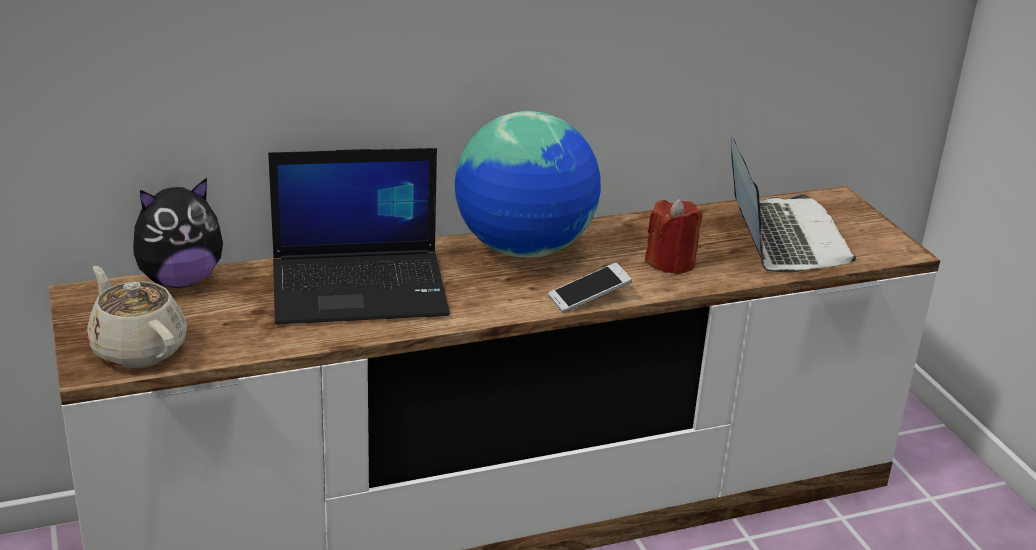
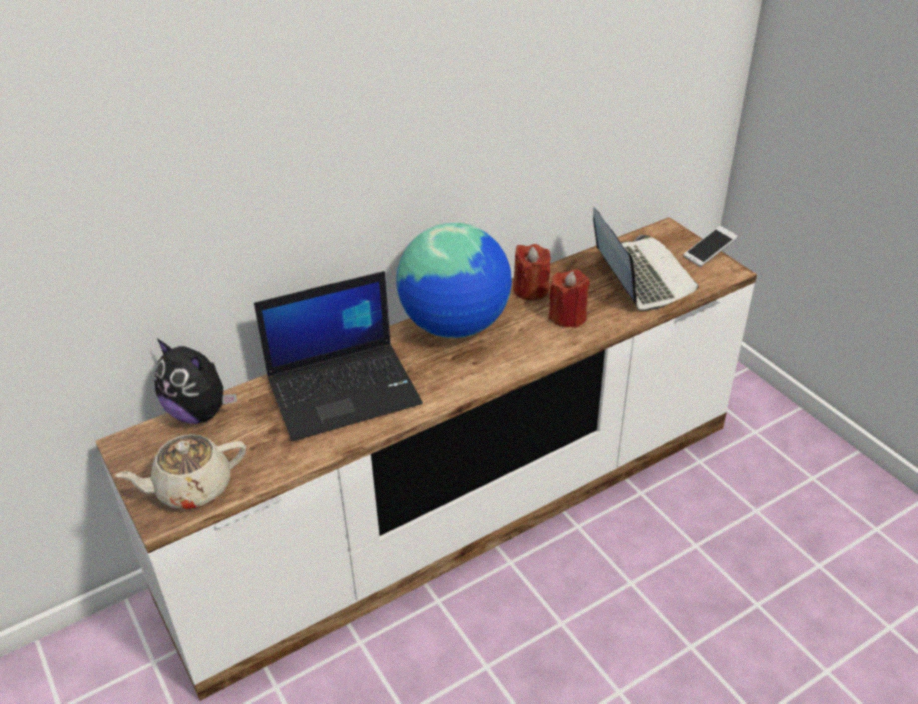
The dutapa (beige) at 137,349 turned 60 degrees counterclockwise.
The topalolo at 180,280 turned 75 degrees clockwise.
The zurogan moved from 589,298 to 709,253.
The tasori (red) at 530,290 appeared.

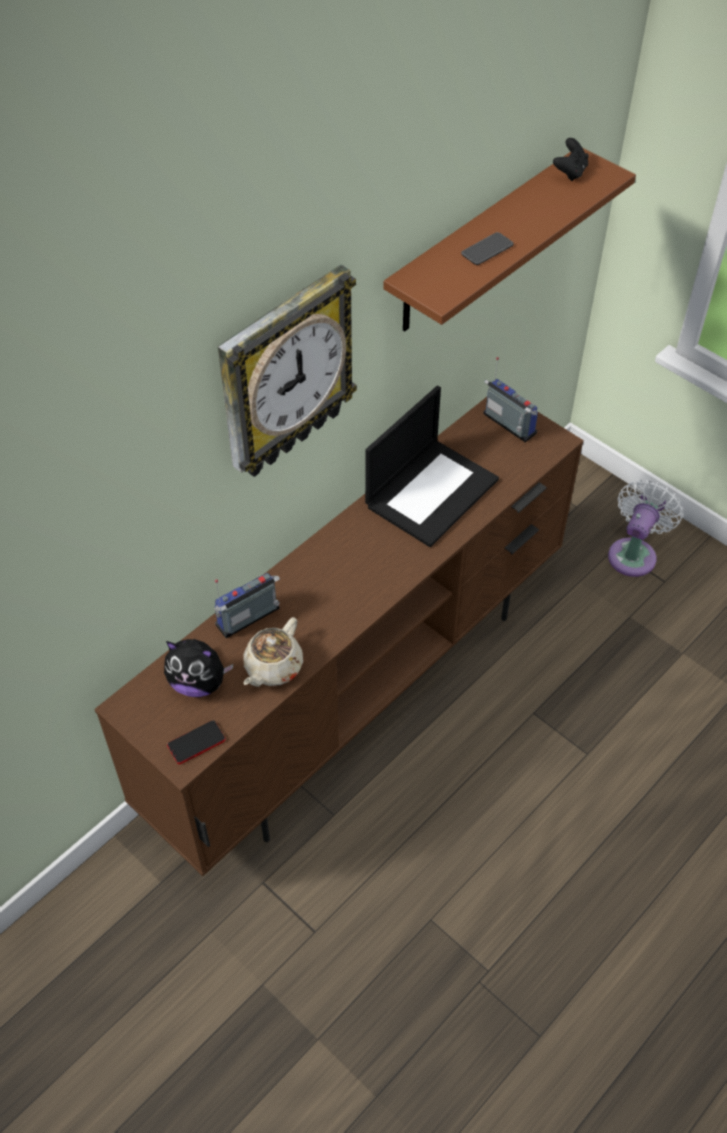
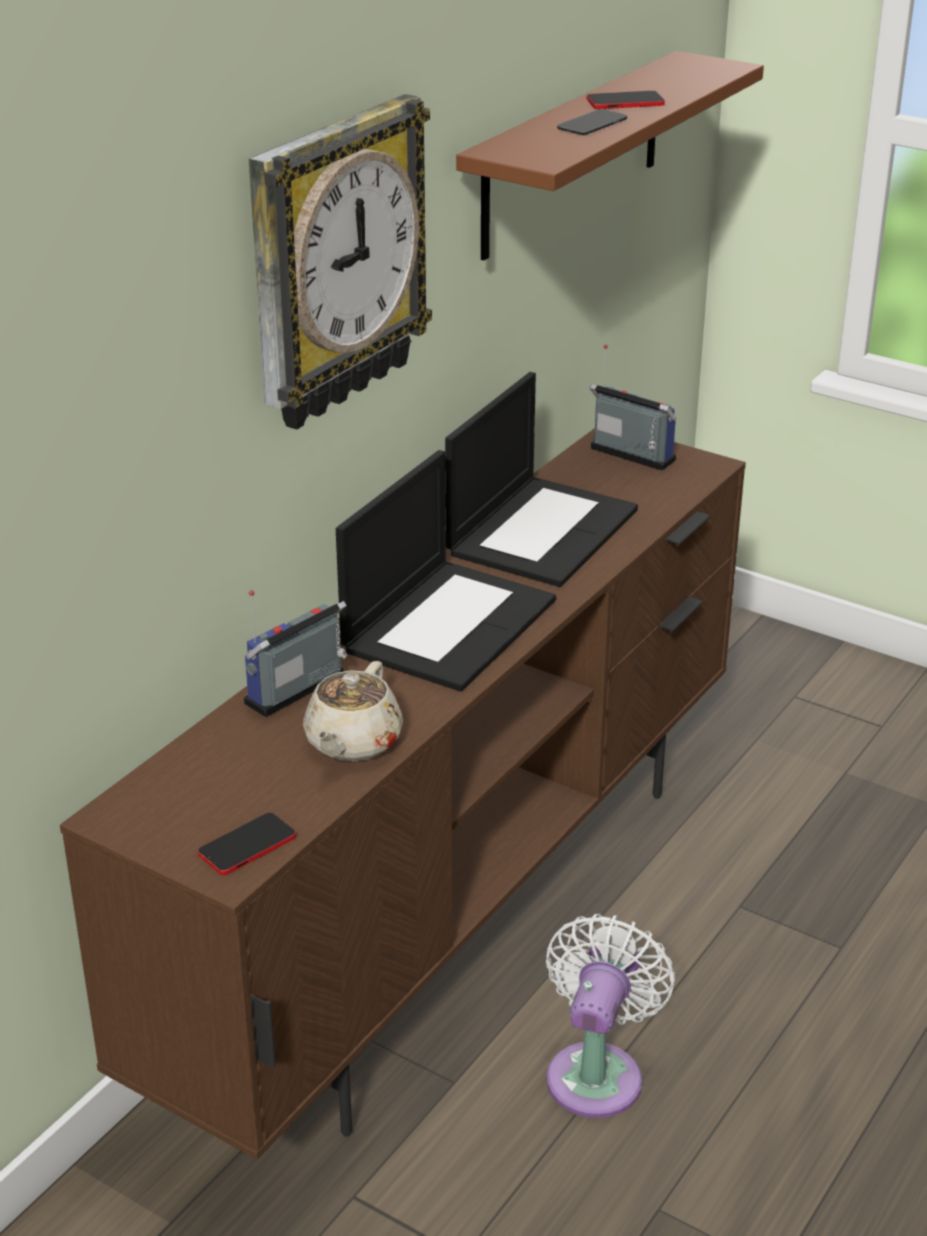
The topalolo at 198,683 disappeared.
The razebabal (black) at 570,172 disappeared.
The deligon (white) moved from 634,553 to 597,1072.
The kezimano at 449,623 appeared.
The zurogan at 625,102 appeared.

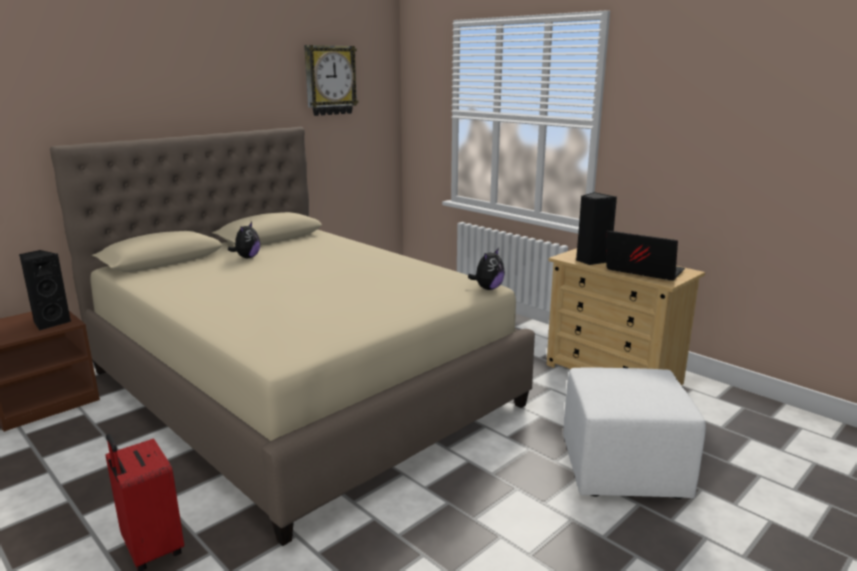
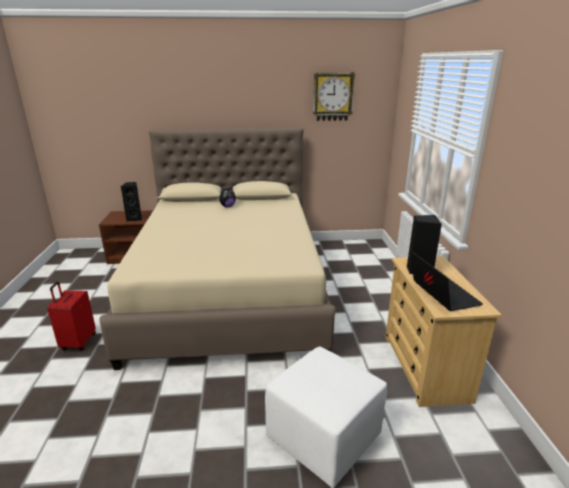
The topalolo at 488,288 disappeared.

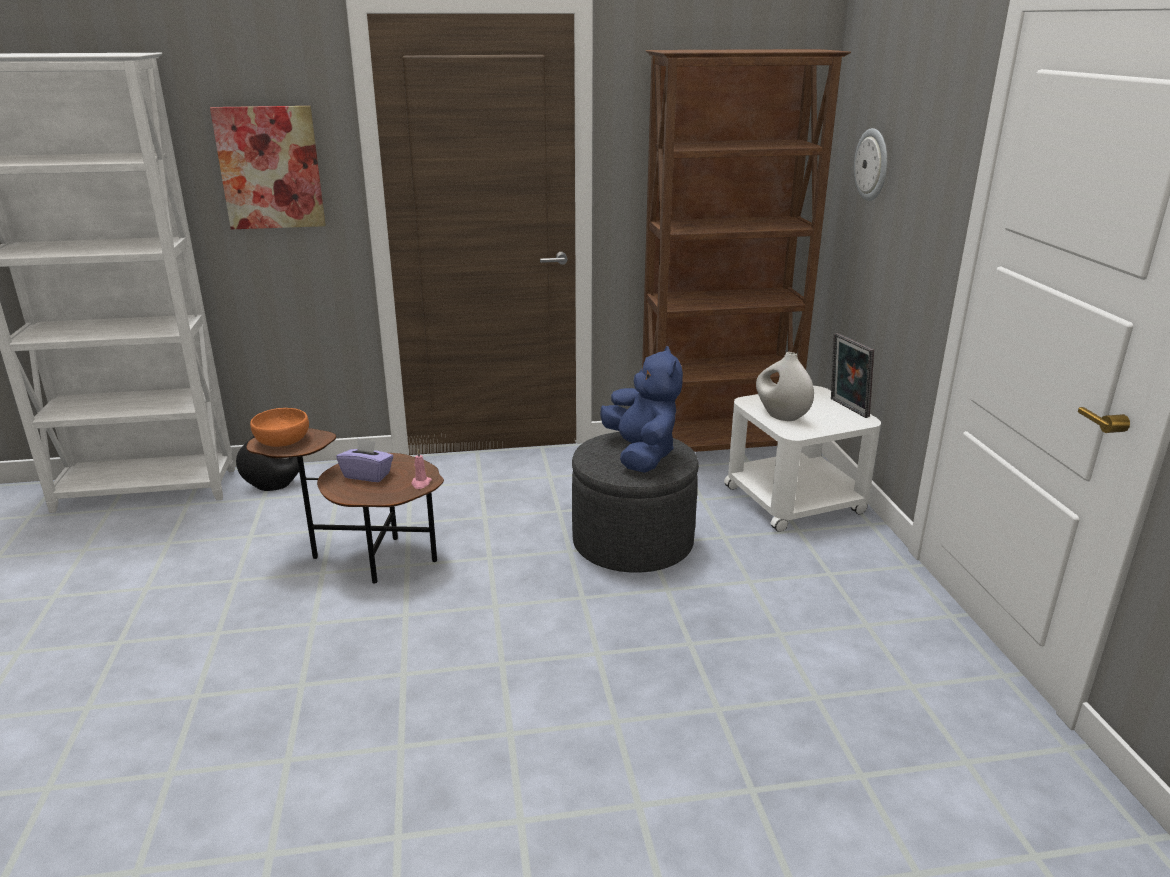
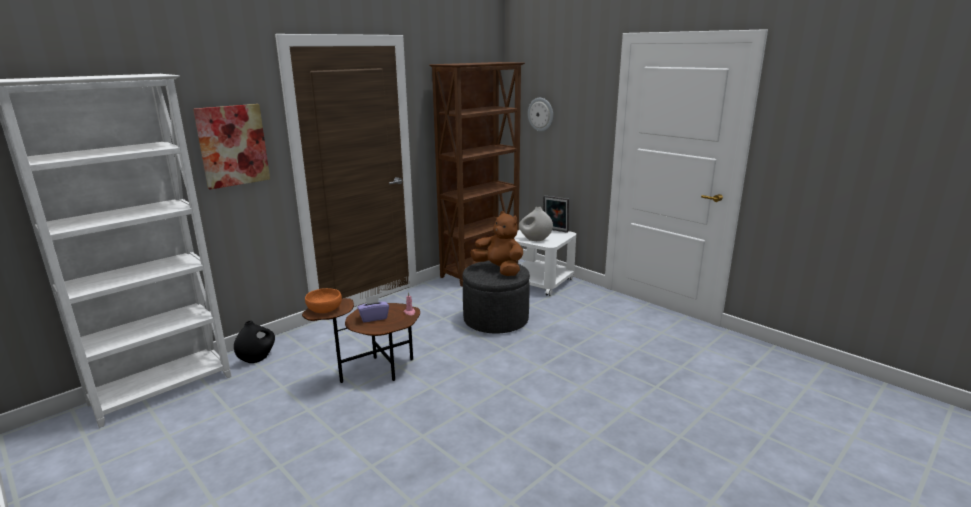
The topalolo (blue) at 641,454 became the topalolo (brown) at 499,269.

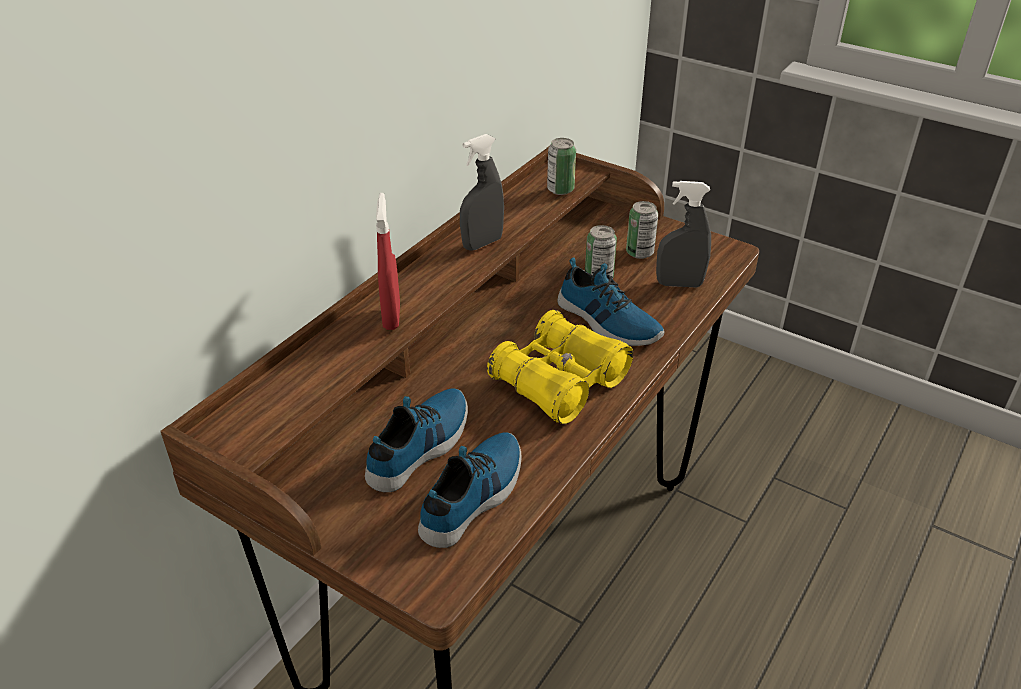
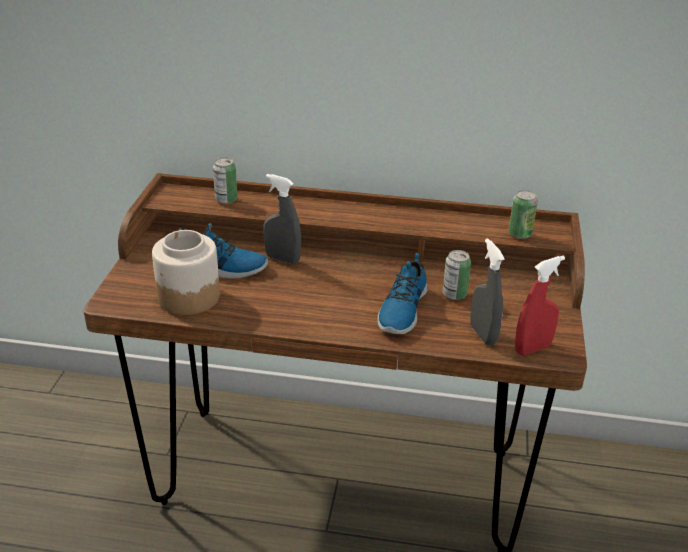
The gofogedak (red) moved from 391,316 to 532,348.
The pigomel at 474,495 was replaced by the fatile at 188,297.
The gofogedak (grey) moved from 482,243 to 282,259.
The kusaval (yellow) at 560,382 disappeared.
The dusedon moved from 639,253 to 226,199.

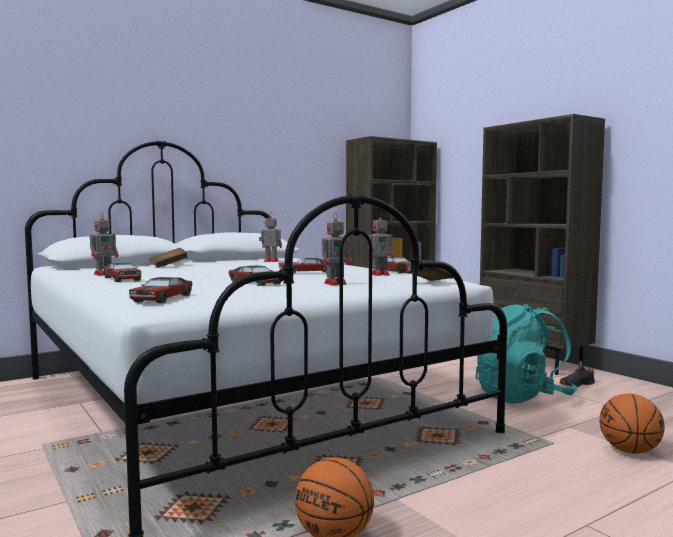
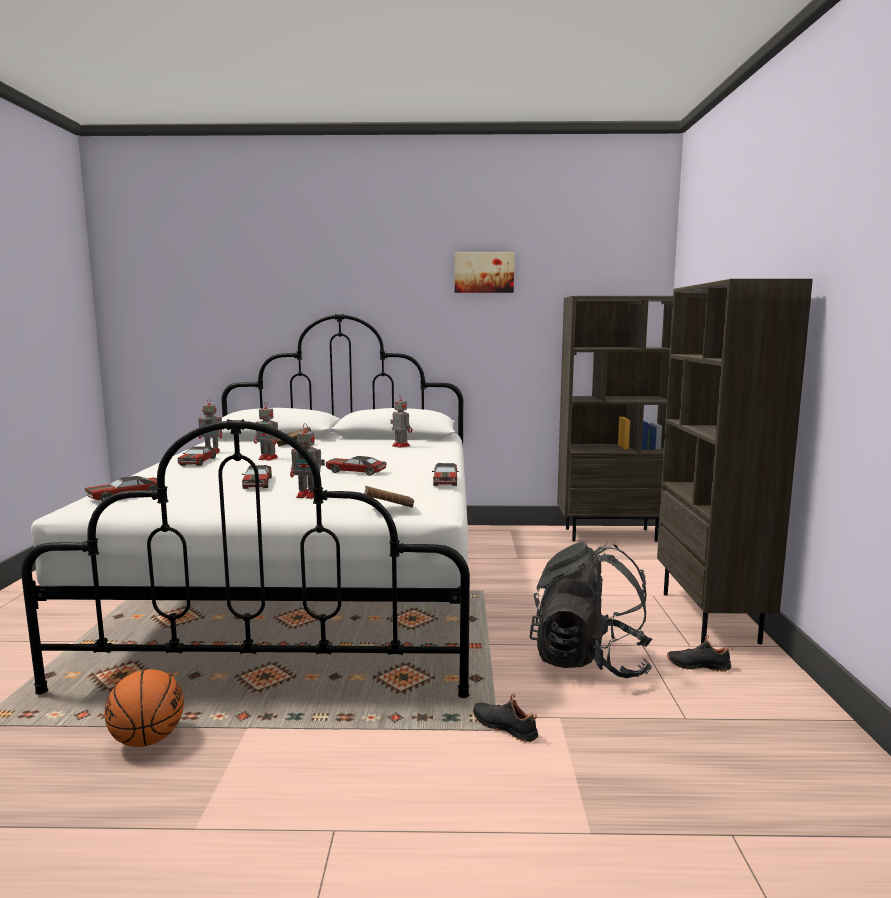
The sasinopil moved from 380,274 to 269,458.
The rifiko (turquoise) at 522,397 became the rifiko (black) at 589,661.
The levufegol at 630,451 disappeared.
The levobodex at 484,272 appeared.
The pigomel (black) at 505,727 appeared.

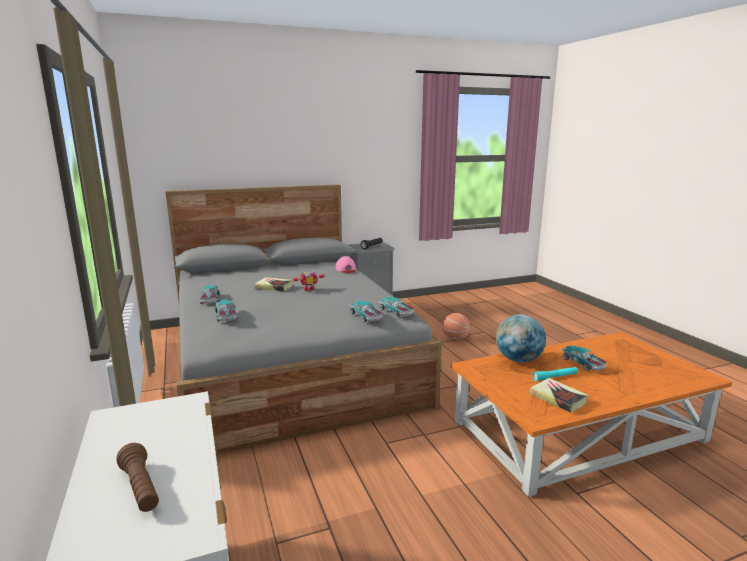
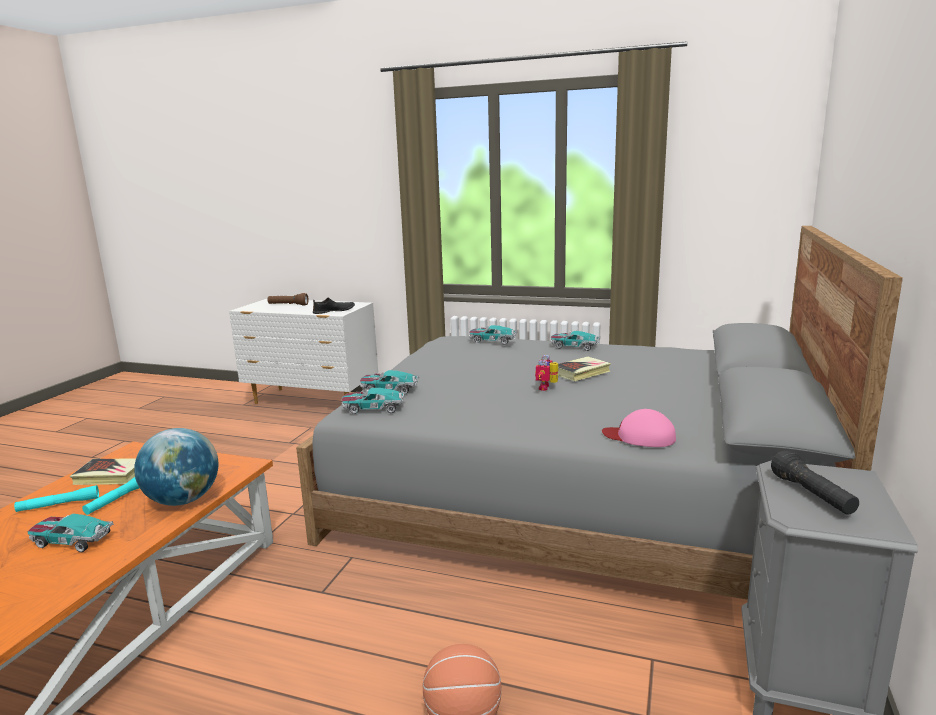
The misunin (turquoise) at 59,505 appeared.
The pigomel (black) at 334,311 appeared.

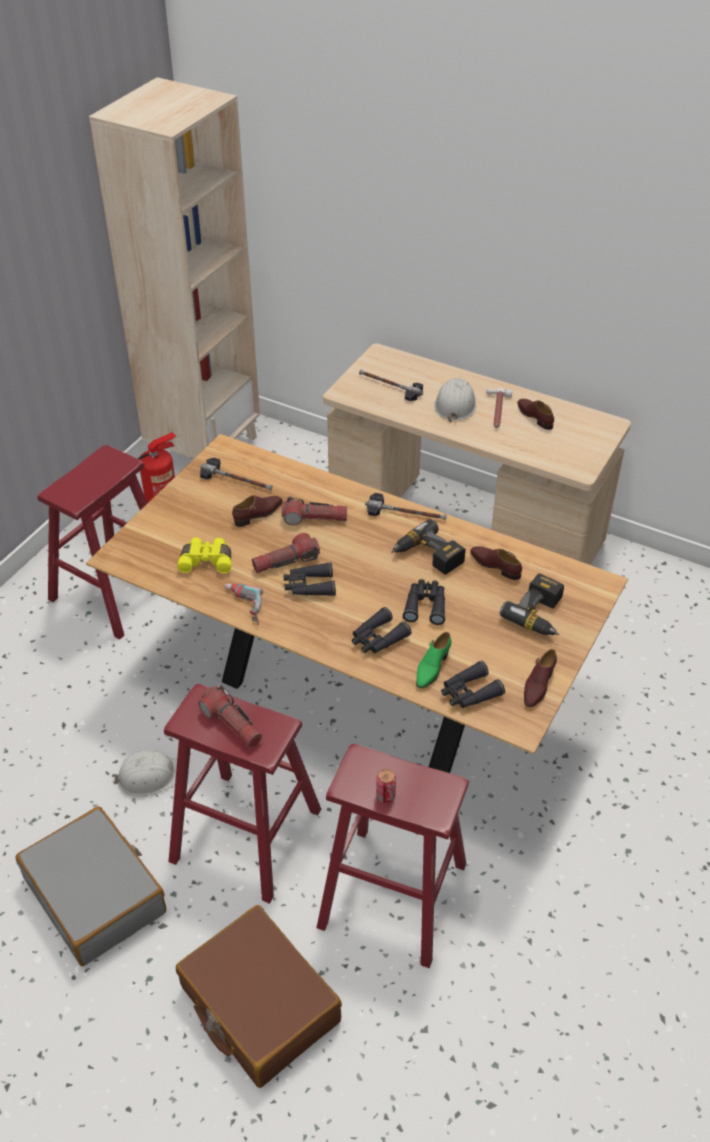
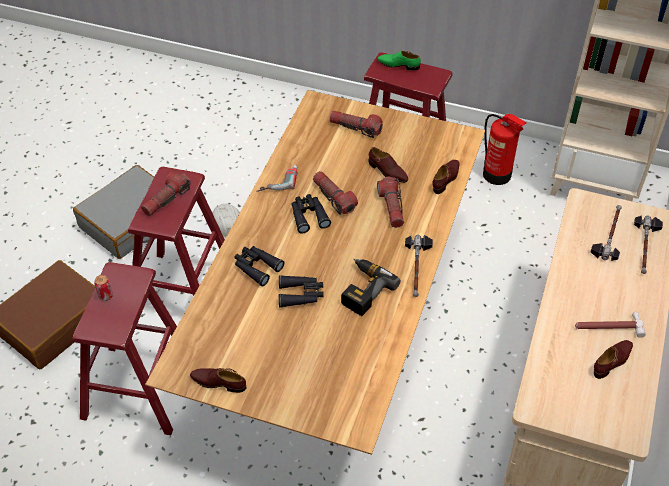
The kusaval (yellow) at 207,560 disappeared.
The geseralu moved from 237,480 to 645,247.
The pigomel (green) moved from 432,667 to 398,65.
The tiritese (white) at 455,404 disappeared.
The kusaval (black) at 469,693 disappeared.
The pigomel (brown) moved from 495,565 to 446,179.
The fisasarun at 540,614 disappeared.
The misunin at 355,128 appeared.

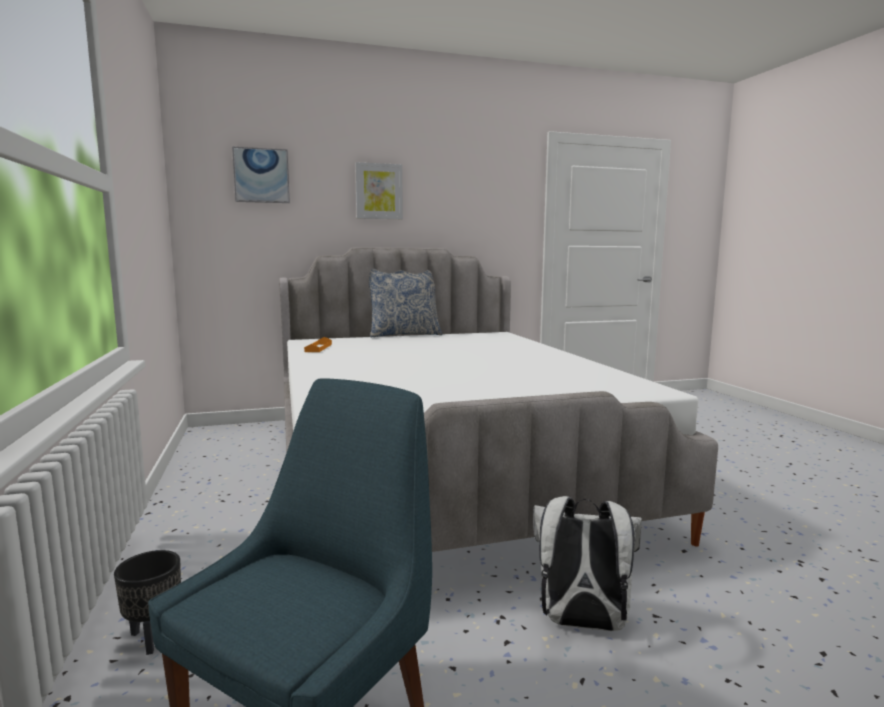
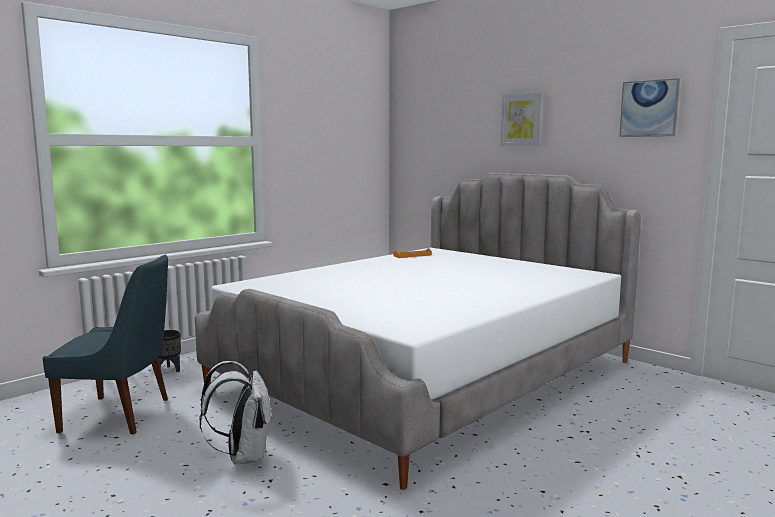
The levobodex moved from 261,175 to 649,108.
The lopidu at 404,335 disappeared.

